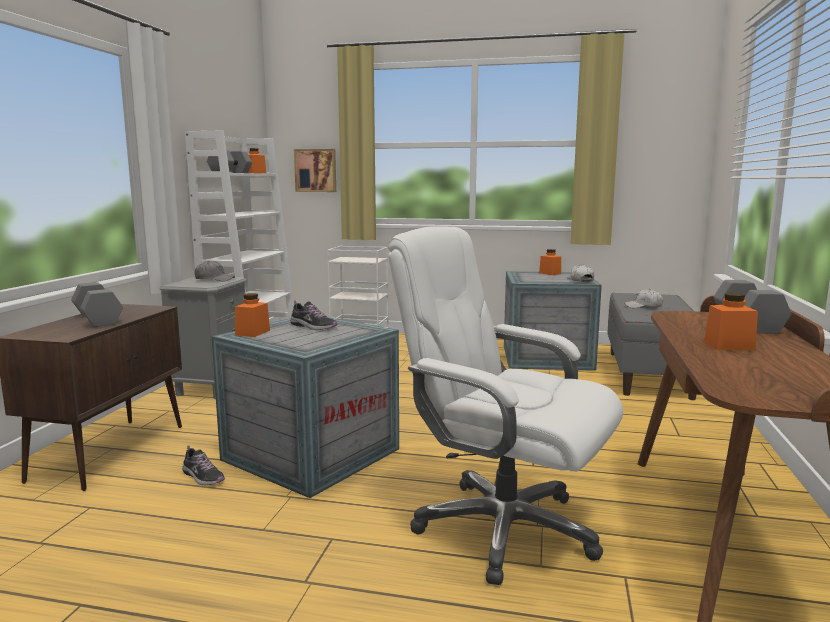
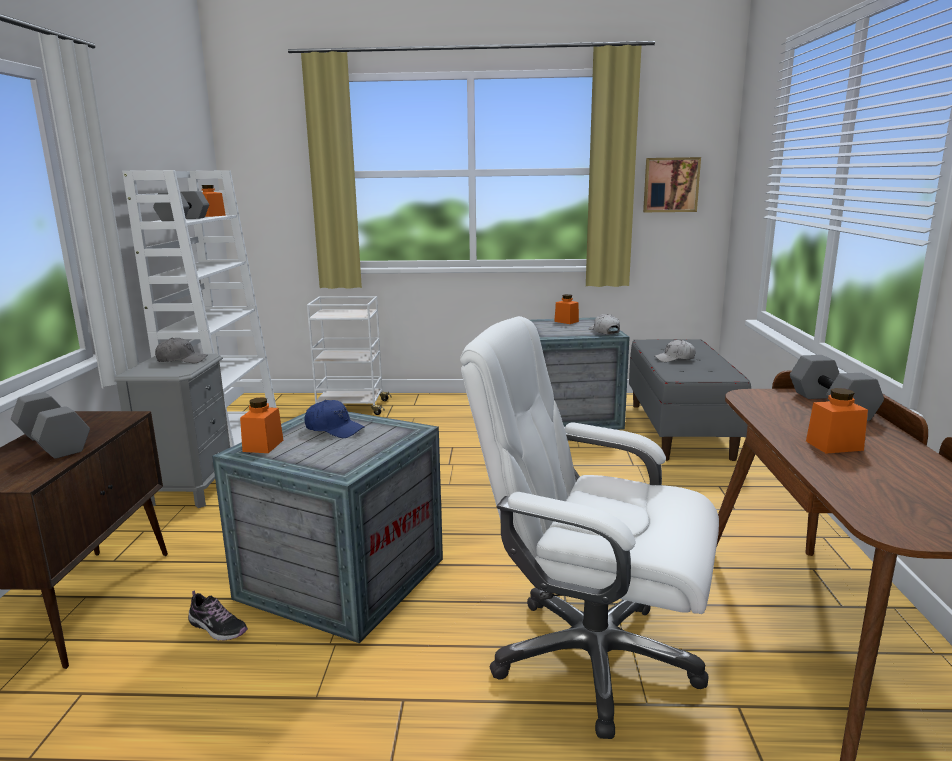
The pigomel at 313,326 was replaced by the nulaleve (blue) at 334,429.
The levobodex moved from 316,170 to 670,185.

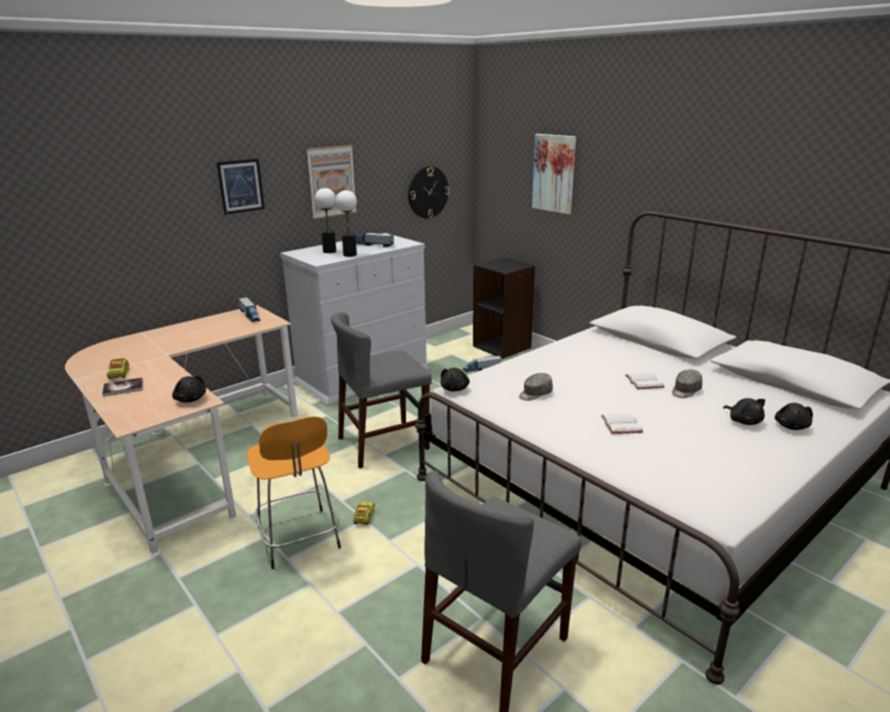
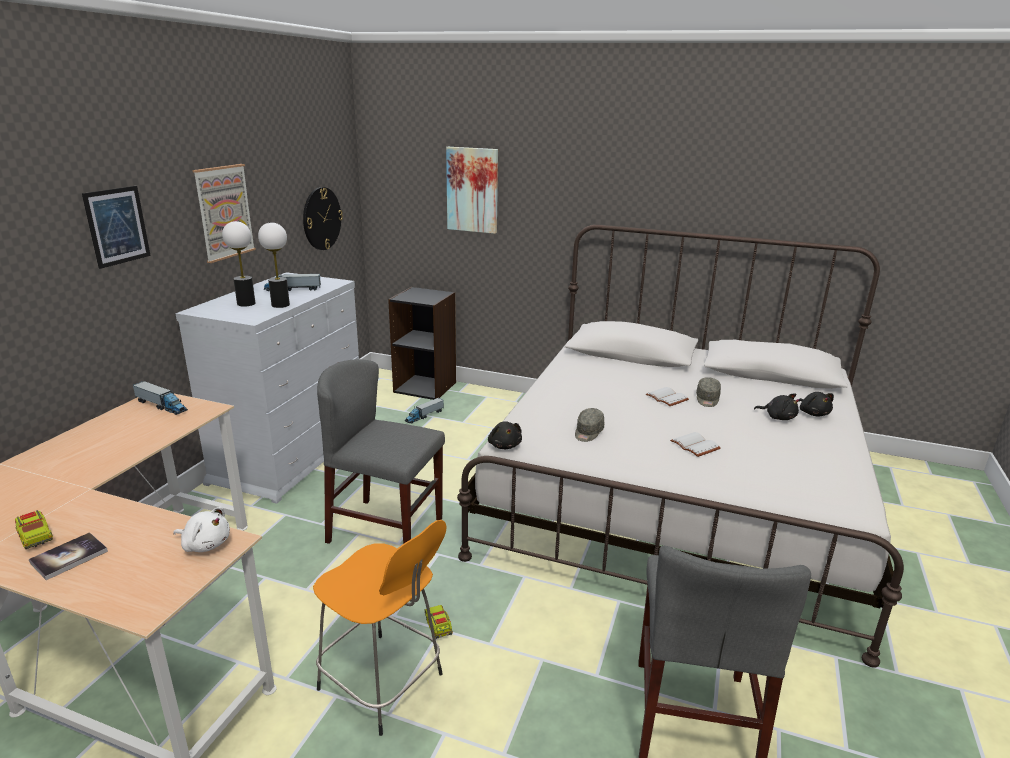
The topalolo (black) at 190,399 became the topalolo (white) at 205,544.
The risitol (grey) at 383,443 turned 75 degrees clockwise.

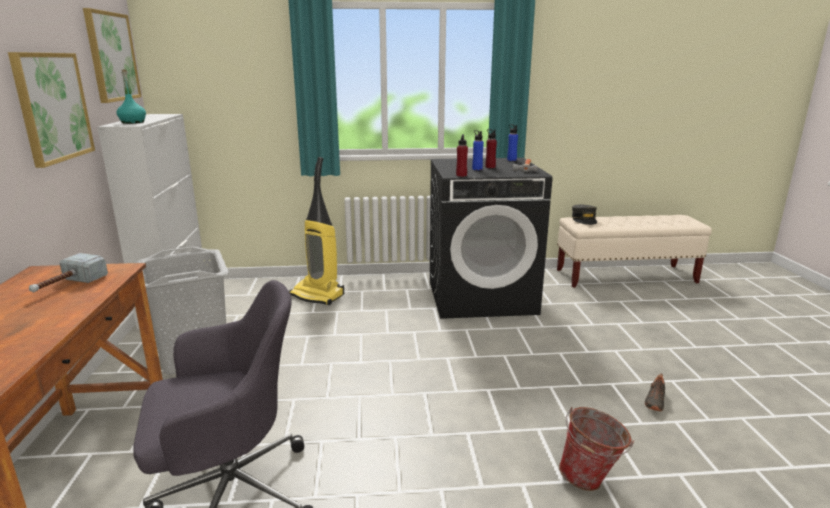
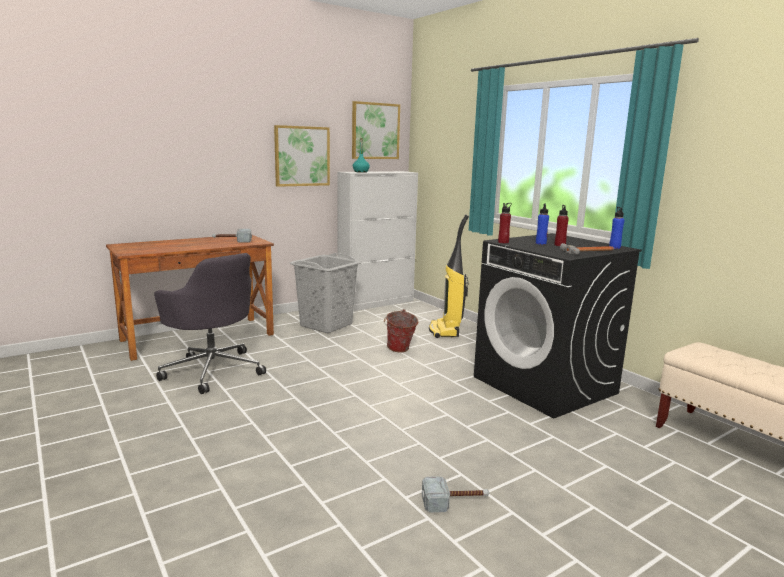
The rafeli moved from 591,480 to 399,350.
The nulaleve (grey) at 584,220 disappeared.
The pigomel (black) at 654,401 was replaced by the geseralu at 455,502.

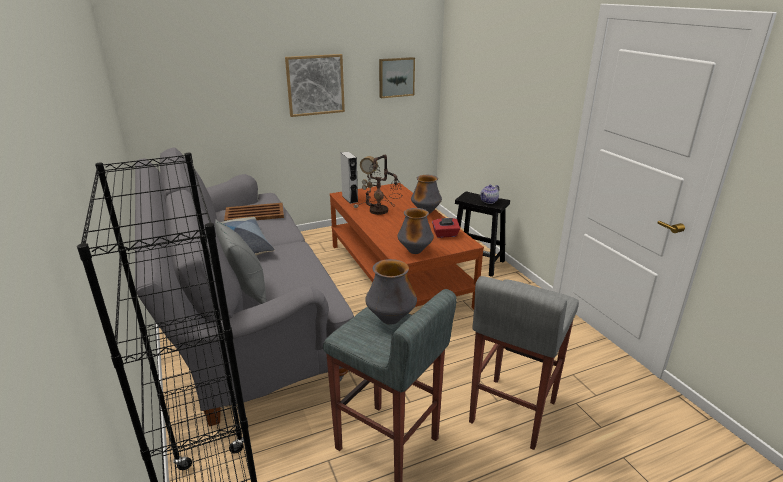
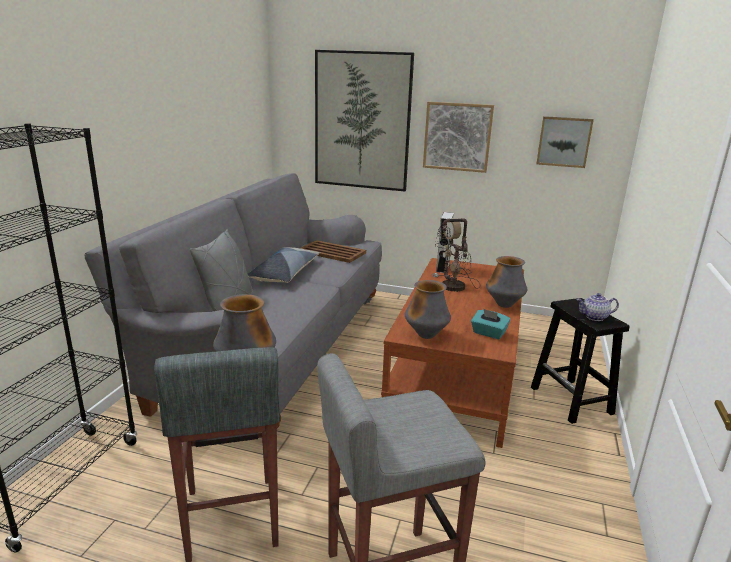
The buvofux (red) at 445,235 became the buvofux (turquoise) at 488,333.
The levobodex at 362,121 appeared.

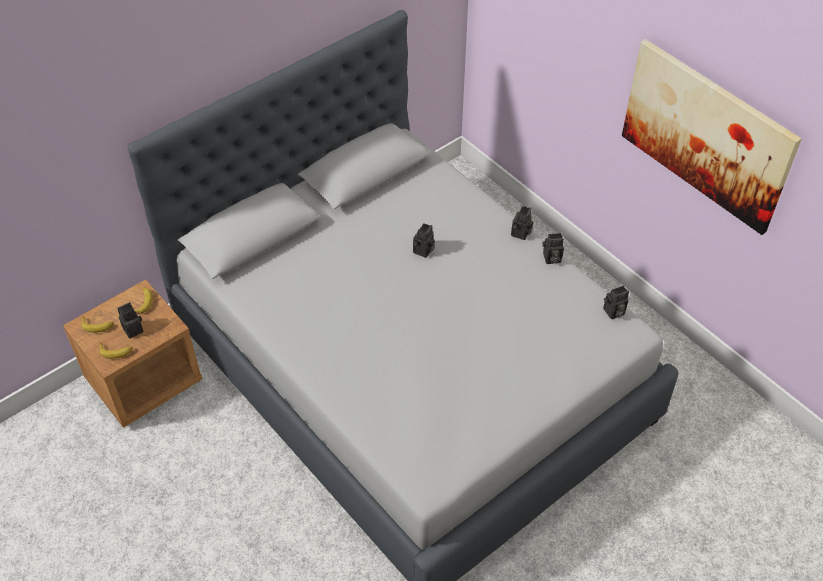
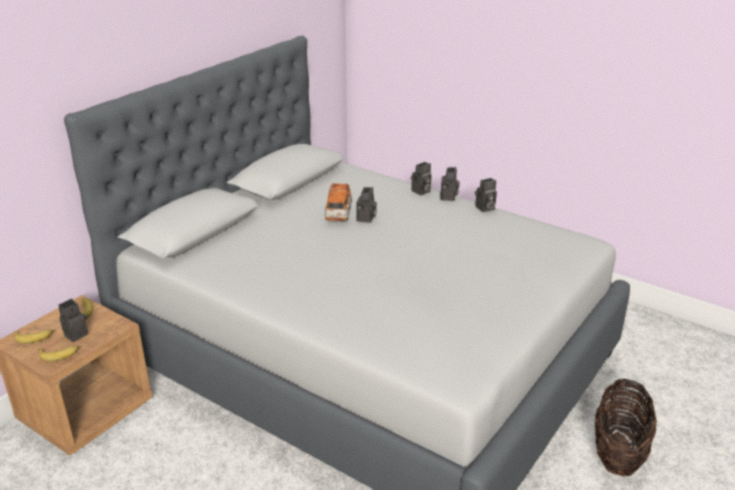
The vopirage moved from 613,312 to 421,192.
The levobodex at 706,135 disappeared.
The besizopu at 338,214 appeared.
The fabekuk at 618,452 appeared.

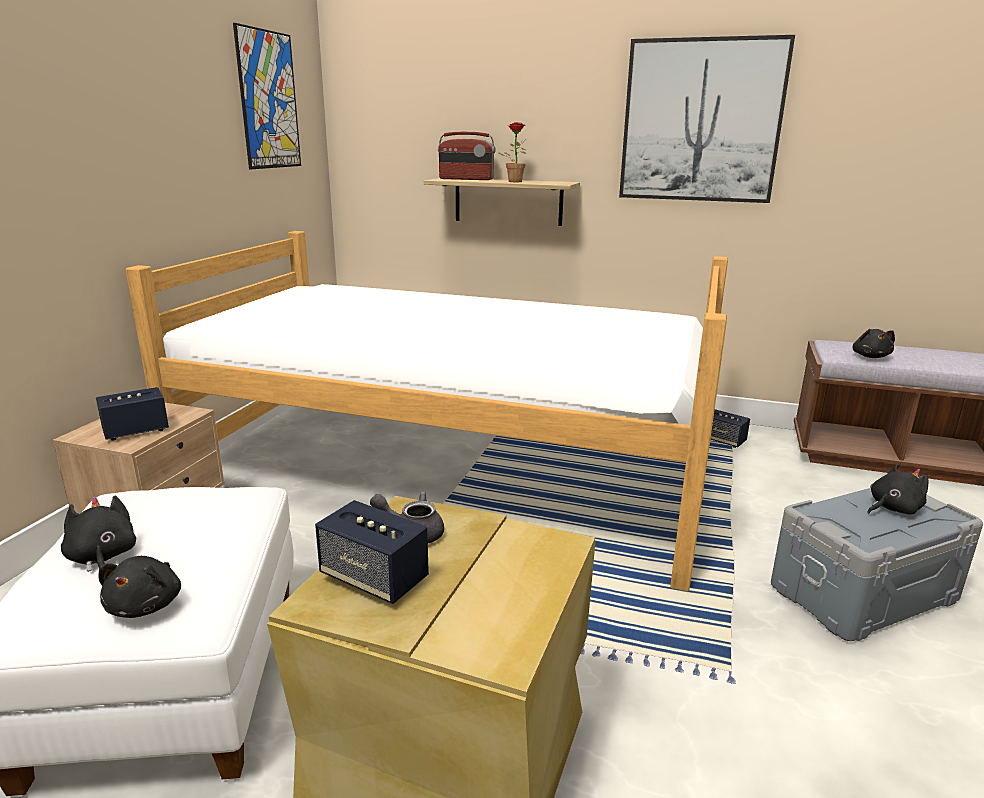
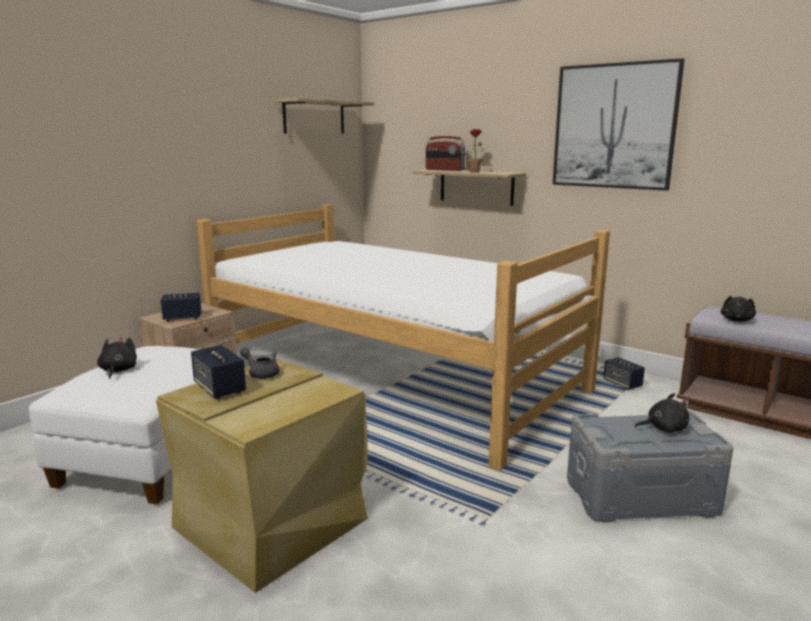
The topalolo (black) at 147,605 disappeared.
The levobodex at 269,100 was replaced by the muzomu at 314,117.

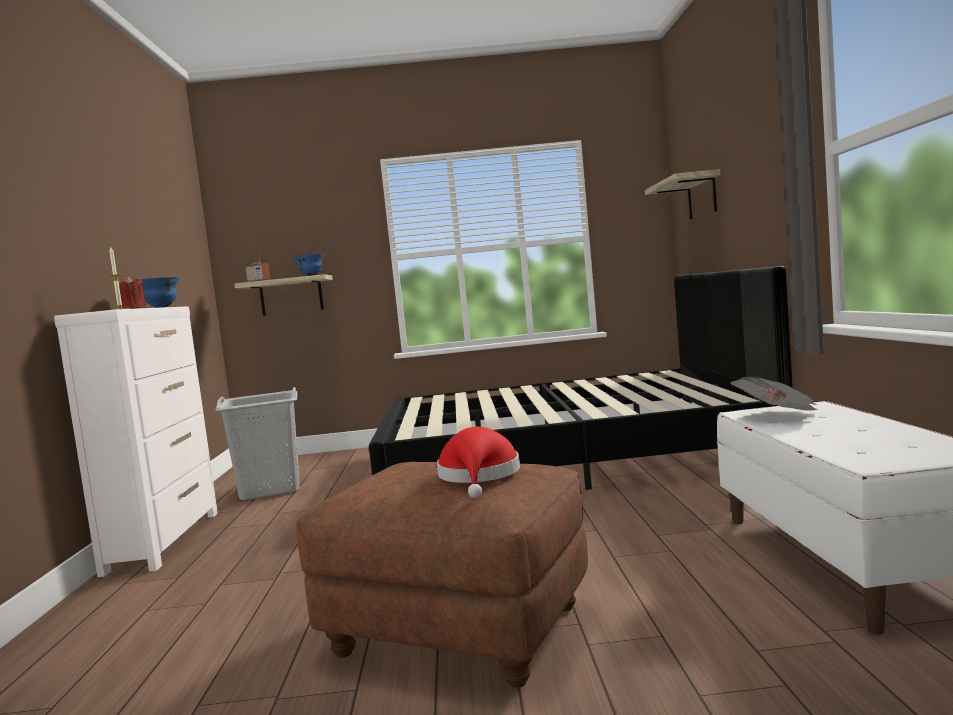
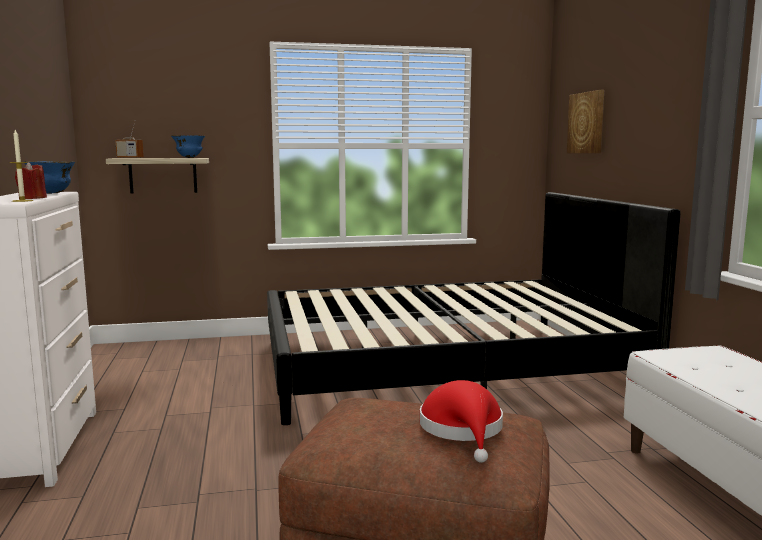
The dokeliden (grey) at 271,489 disappeared.
The muzomu at 702,196 was replaced by the levobodex at 587,123.
The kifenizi at 778,416 disappeared.

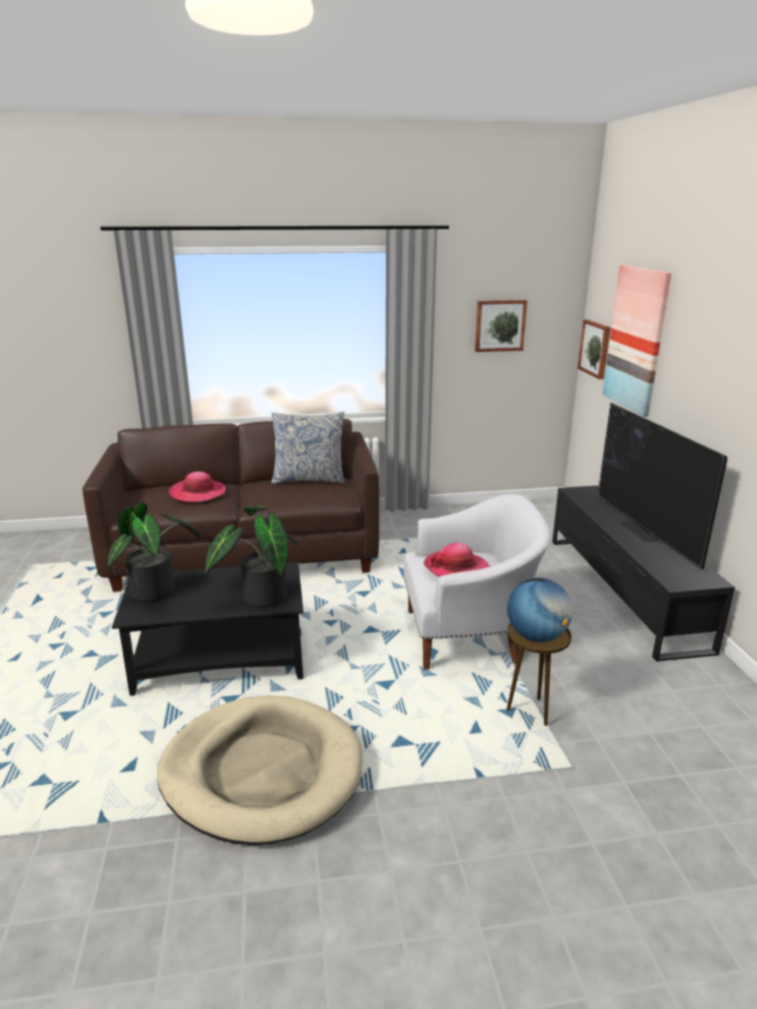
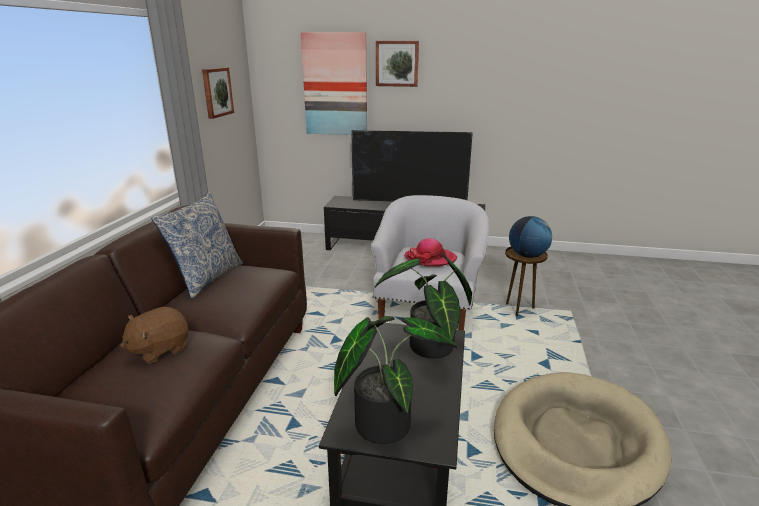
The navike at 197,493 was replaced by the topalolo (brown) at 159,349.
The levobodex moved from 595,348 to 397,63.

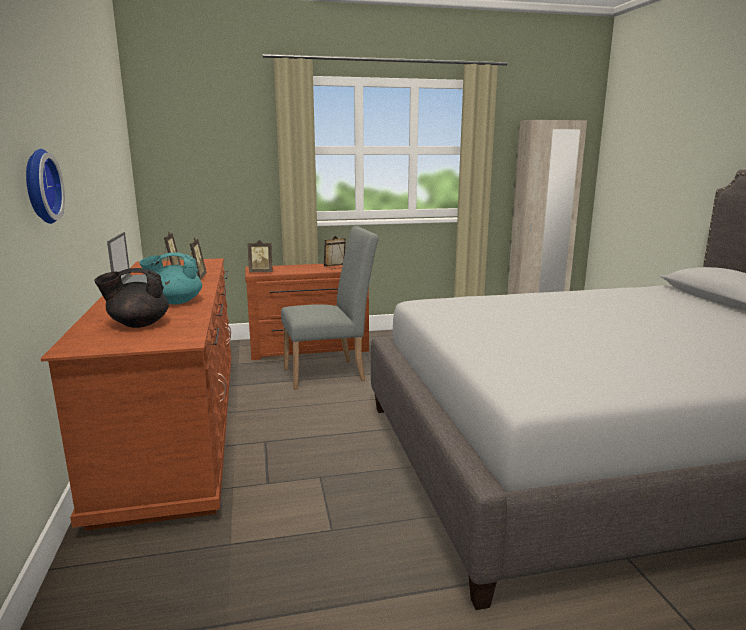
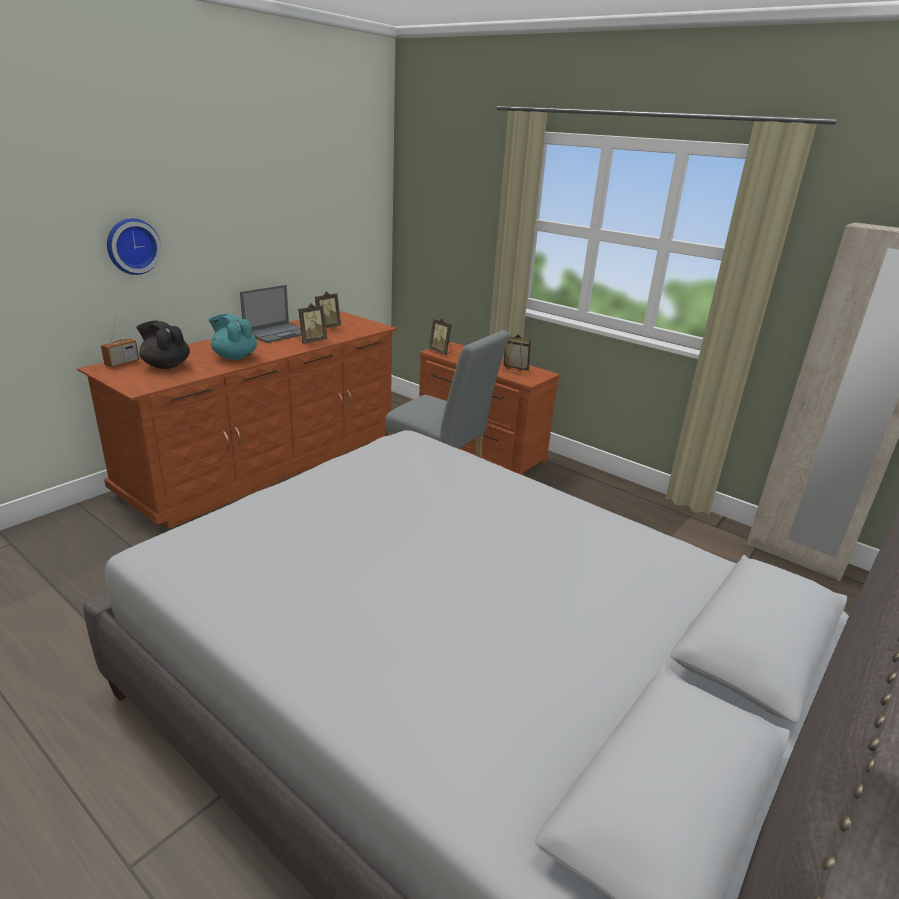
The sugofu at 122,363 appeared.

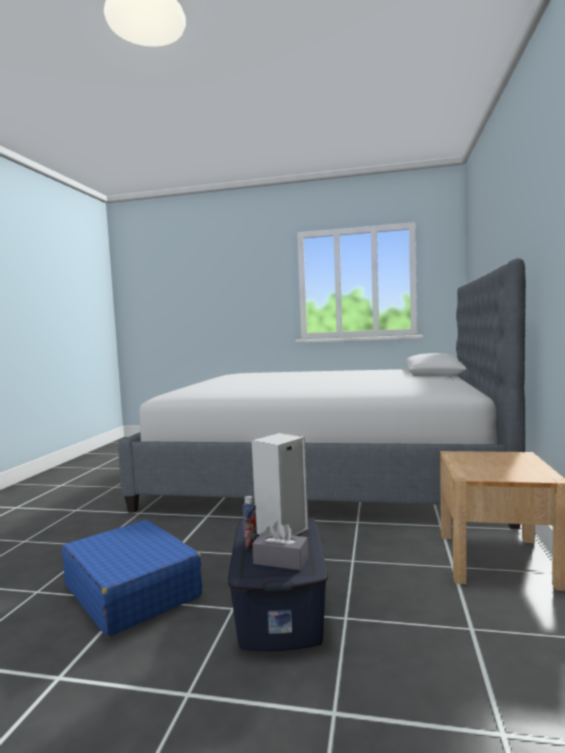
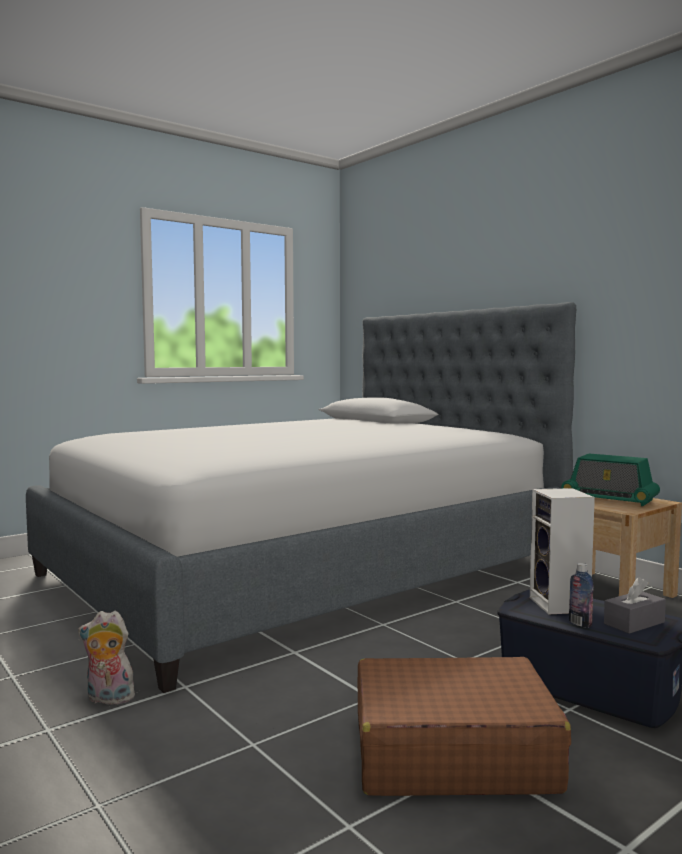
The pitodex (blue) at 132,590 became the pitodex (brown) at 451,752.
The topalolo at 108,699 appeared.
The sugofu at 609,498 appeared.

